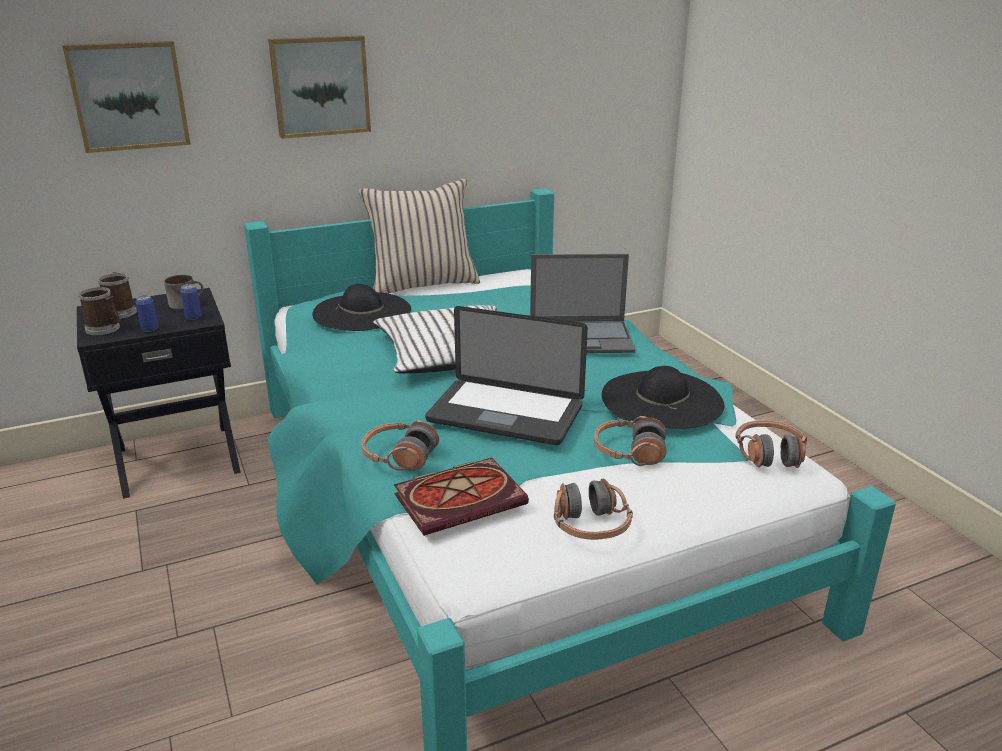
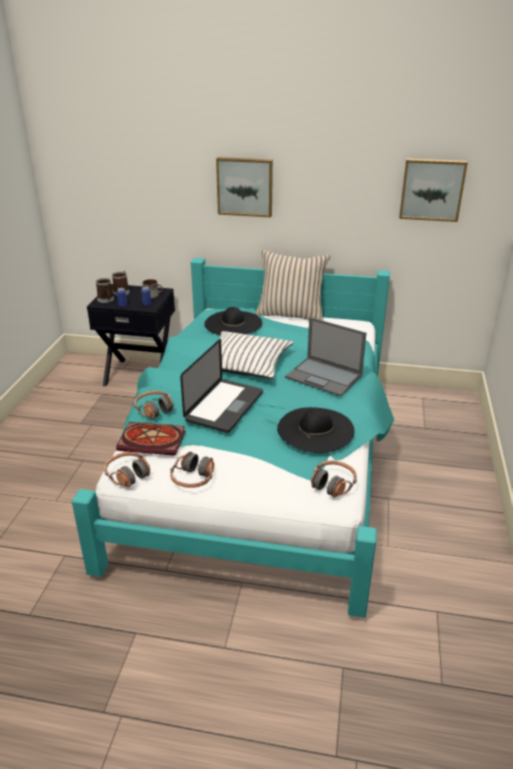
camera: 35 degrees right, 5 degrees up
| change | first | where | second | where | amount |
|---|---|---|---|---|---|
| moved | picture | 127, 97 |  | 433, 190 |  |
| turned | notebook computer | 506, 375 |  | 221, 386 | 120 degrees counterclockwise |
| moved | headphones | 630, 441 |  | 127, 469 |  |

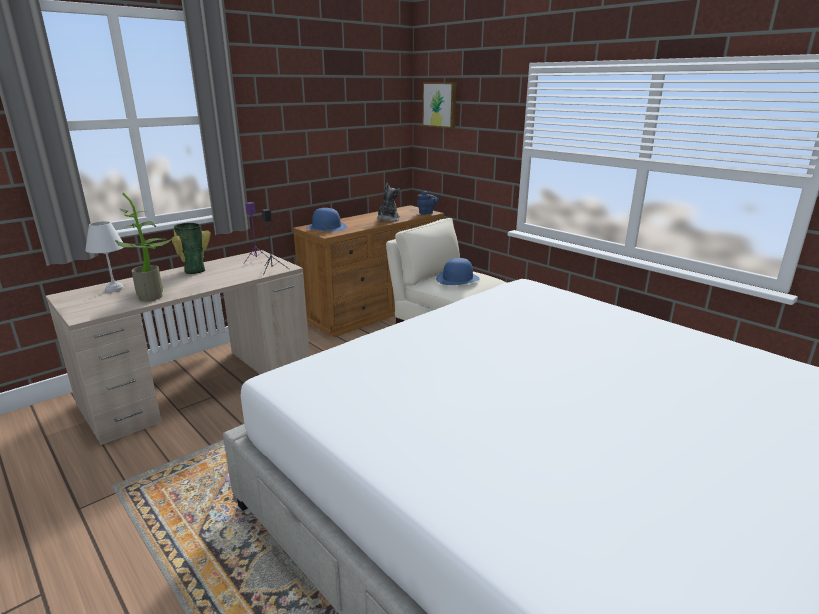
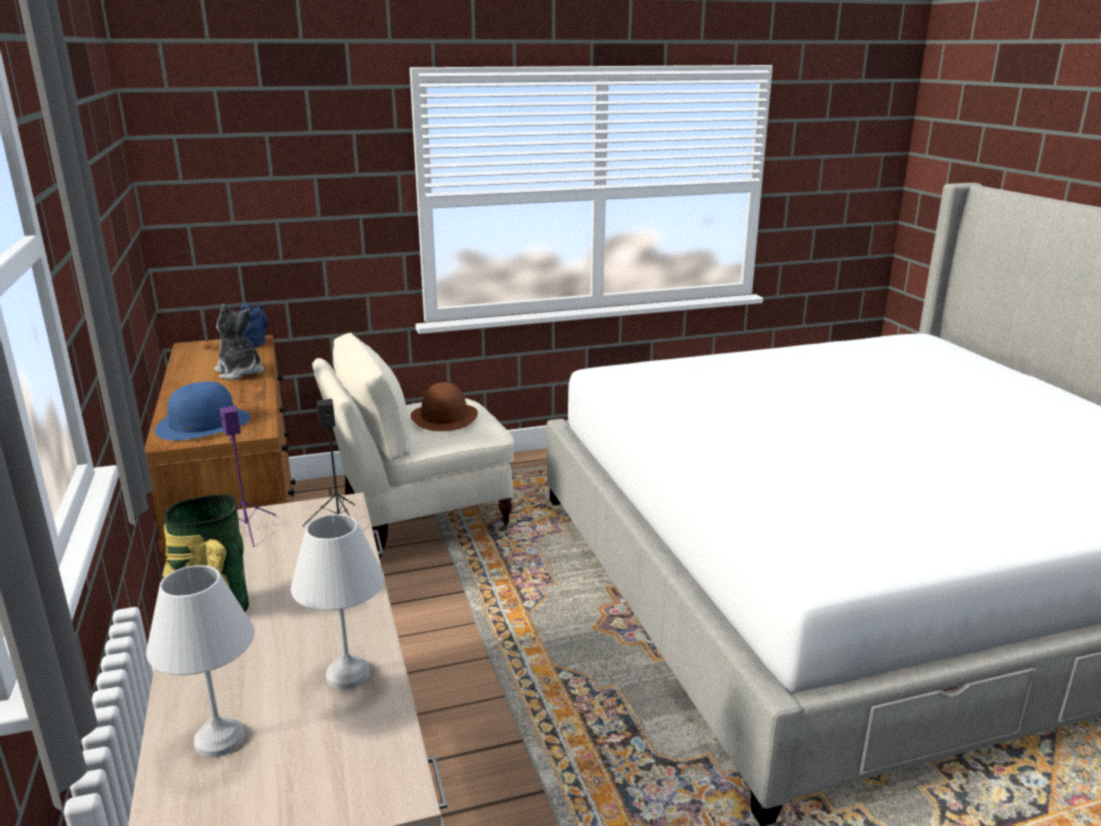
camera: 65 degrees left, 0 degrees up
| change | first | where | second | where | amount |
|---|---|---|---|---|---|
| replaced | houseplant | 145, 247 | table lamp in white | 338, 601 |  |
| removed | picture | 439, 105 |  |  |  |
| recoloured | clothing hat in bluish | 458, 271 | clothing hat in brownish | 444, 406 |  |

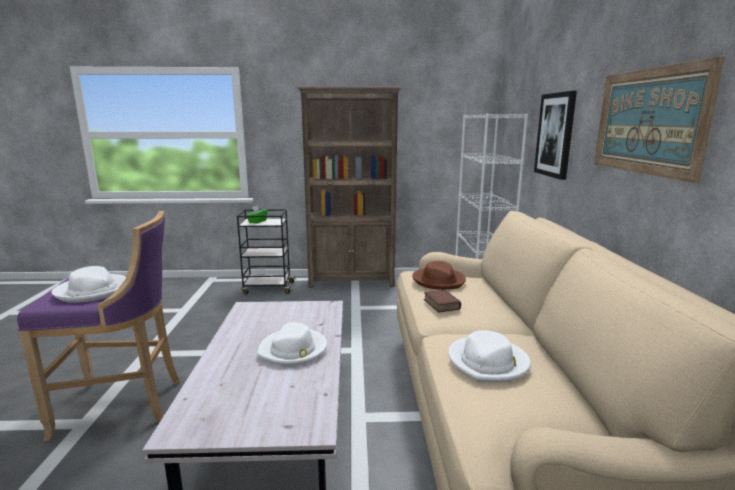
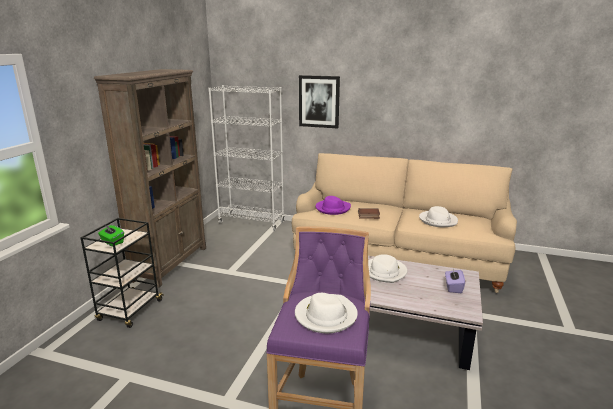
camera: 70 degrees left, 5 degrees up
| change | first | where | second | where | amount |
|---|---|---|---|---|---|
| recoloured | clothing hat in brownish | 439, 275 | clothing hat in purplish | 333, 205 |  |
| removed | picture | 659, 119 |  |  |  |
| added |  |  | tissue holder in purplish | 455, 281 |  |

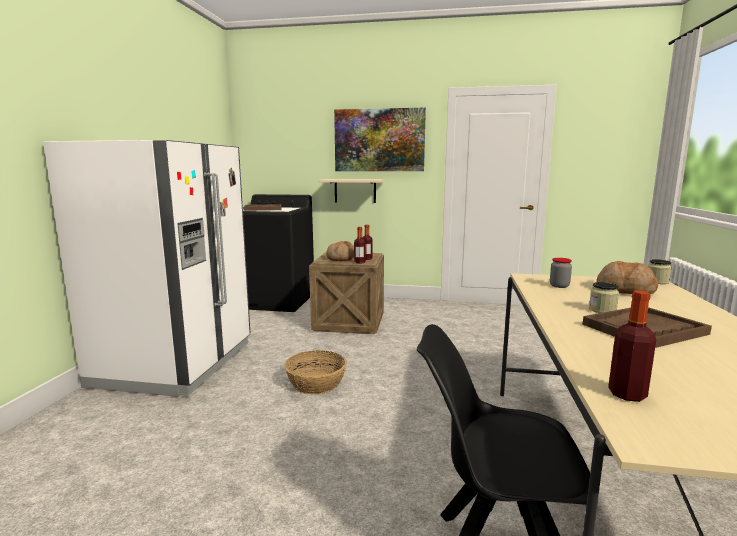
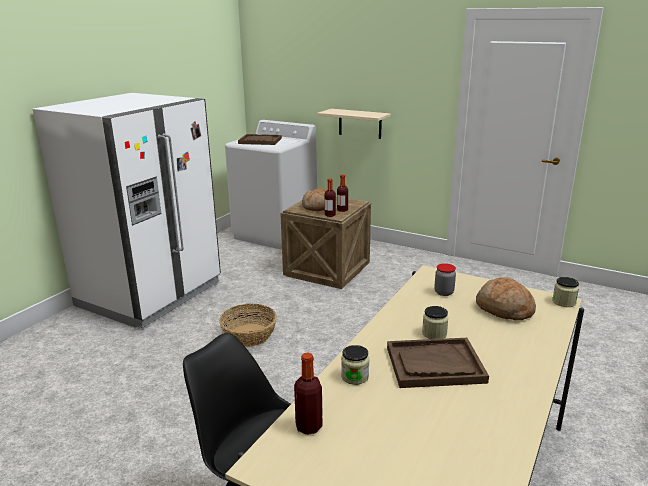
camera: 20 degrees right, 10 degrees up
| change | first | where | second | where | amount |
|---|---|---|---|---|---|
| recoloured | laundry machine in blackish | 278, 253 | laundry machine in white | 271, 185 |  |
| removed | picture | 380, 139 |  |  |  |
| added |  |  | preserve jar | 355, 365 |  |

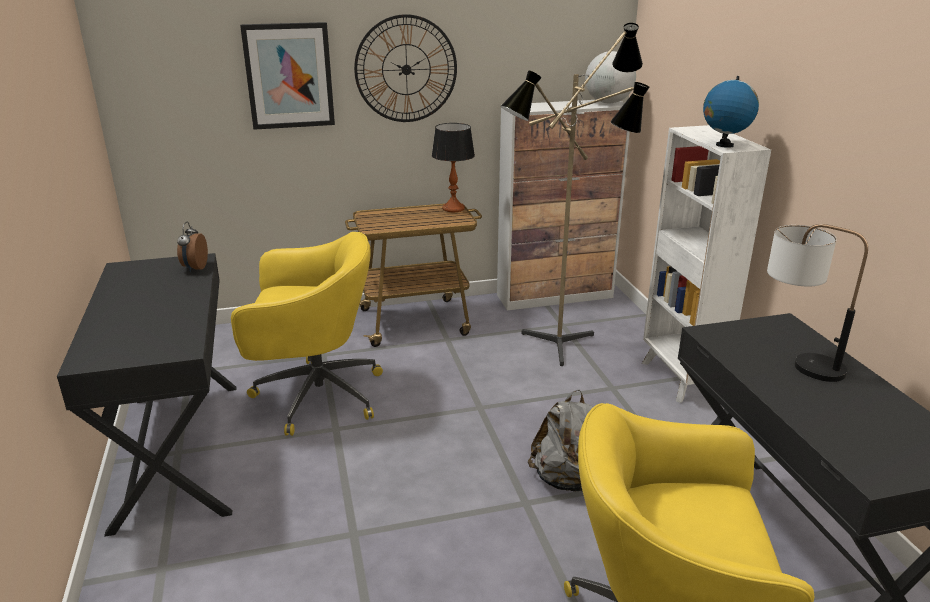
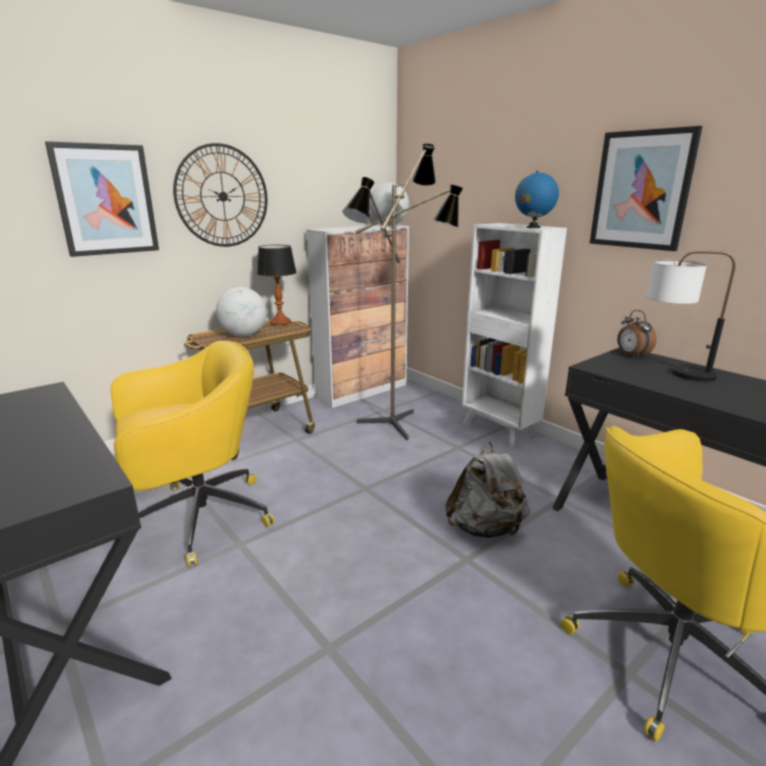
camera: 25 degrees left, 5 degrees down
| change | first | where | second | where | amount |
|---|---|---|---|---|---|
| moved | bedside clock | 192, 247 |  | 637, 334 |  |
| added |  |  | world globe | 241, 312 |  |
| added |  |  | picture | 646, 188 |  |

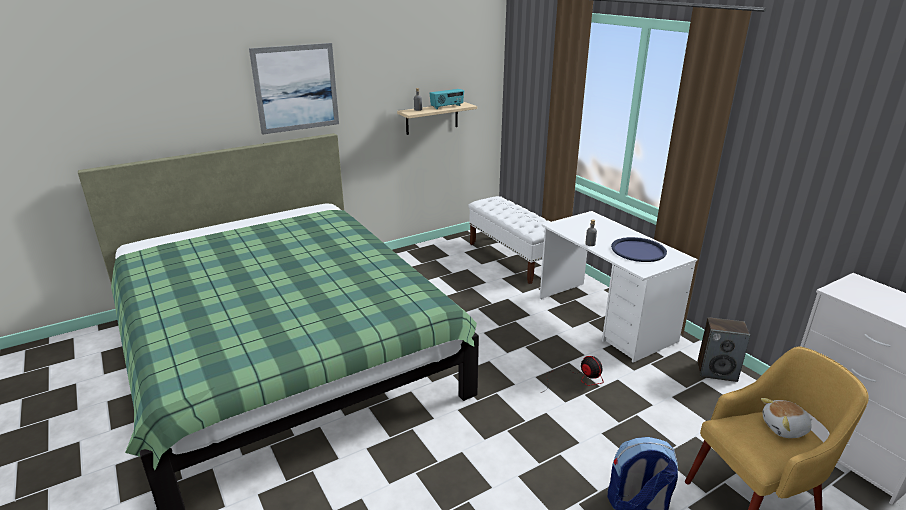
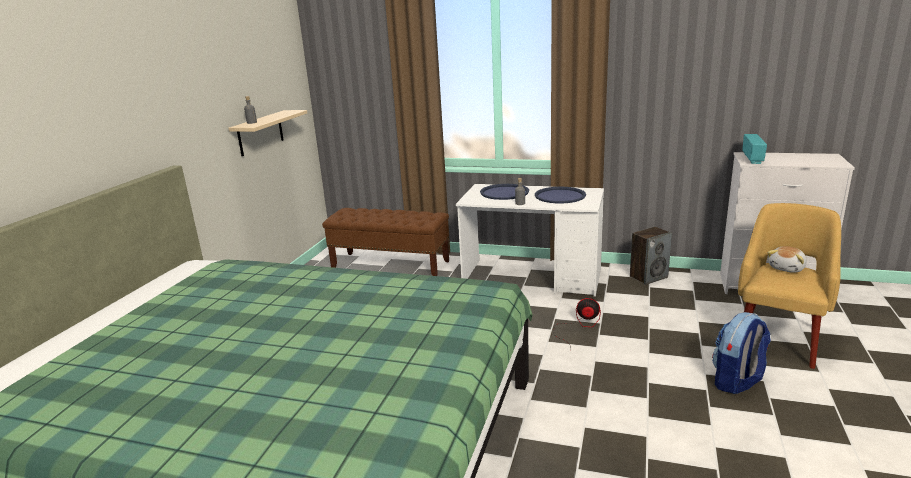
camera: 40 degrees left, 5 degrees down
| change | first | where | second | where | amount |
|---|---|---|---|---|---|
| removed | picture | 294, 89 |  |  |  |
| moved | radio receiver | 447, 99 |  | 754, 149 |  |
| recoloured | long seat in white | 509, 240 | long seat in brownish | 385, 242 |  |
| added |  |  | serving tray in bluish | 504, 192 |  |

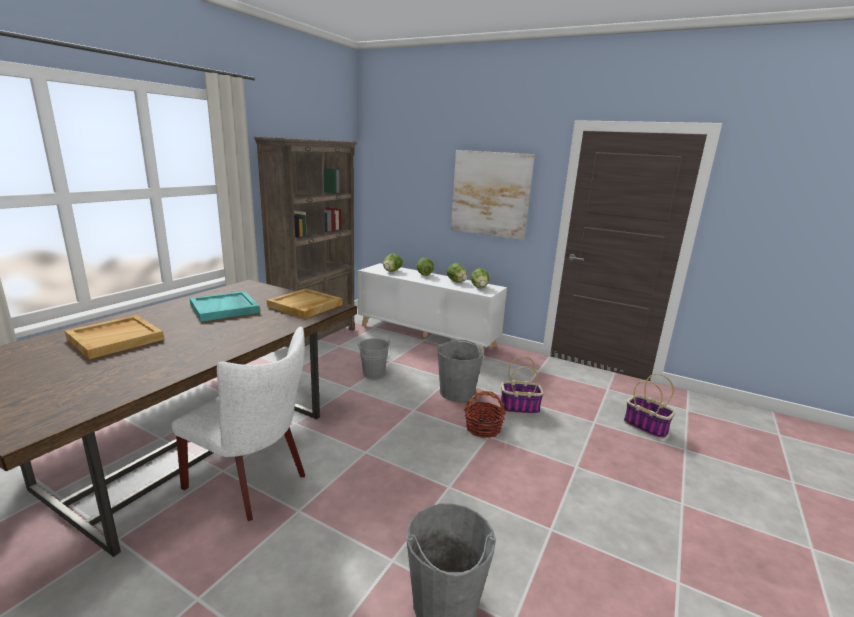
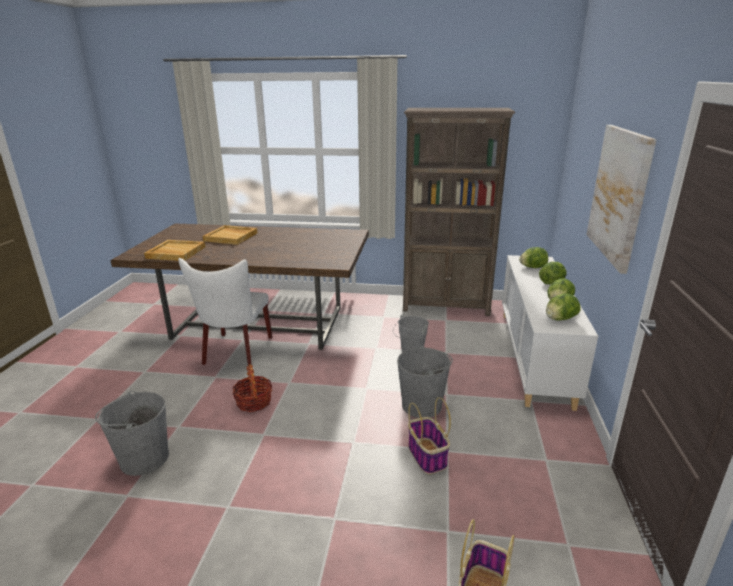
camera: 70 degrees right, 5 degrees up
| change | first | where | second | where | amount |
|---|---|---|---|---|---|
| removed | serving tray in blue-green | 225, 306 |  |  |  |
| moved | serving tray in beige | 304, 303 |  | 174, 250 |  |
| moved | storage basket | 485, 414 |  | 252, 388 |  |

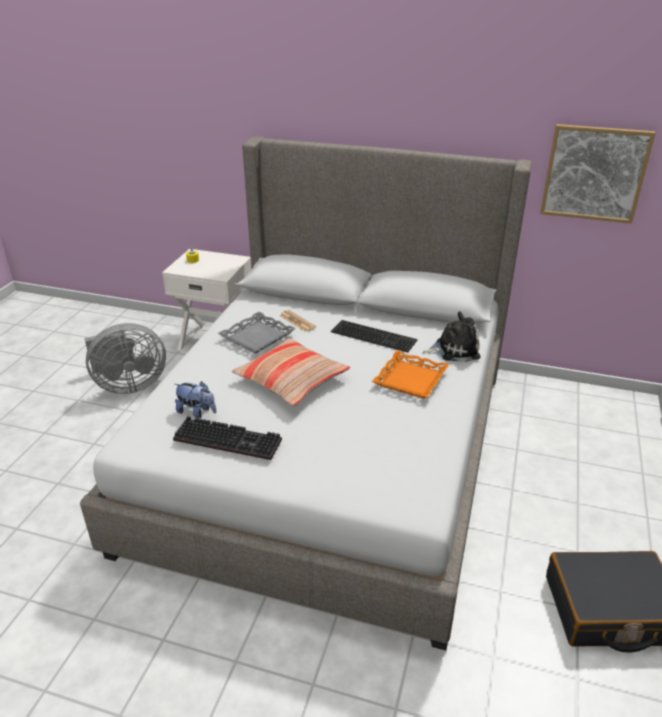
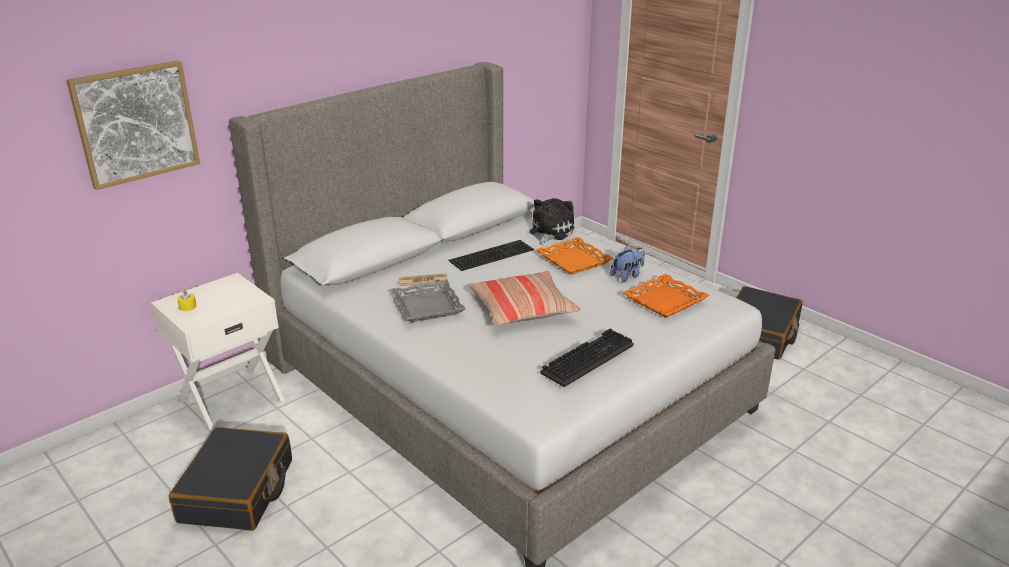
camera: 60 degrees left, 5 degrees down
| change | first | where | second | where | amount |
|---|---|---|---|---|---|
| replaced | fan in grey | 125, 358 | piece of luggage in blackish | 230, 479 |  |
| moved | cuddly toy | 195, 399 |  | 627, 264 |  |
| moved | picture | 597, 174 |  | 133, 125 |  |
| added |  |  | serving tray in orange | 666, 296 |  |

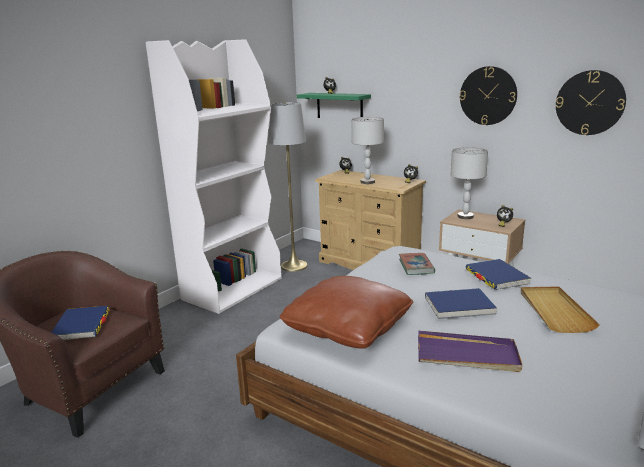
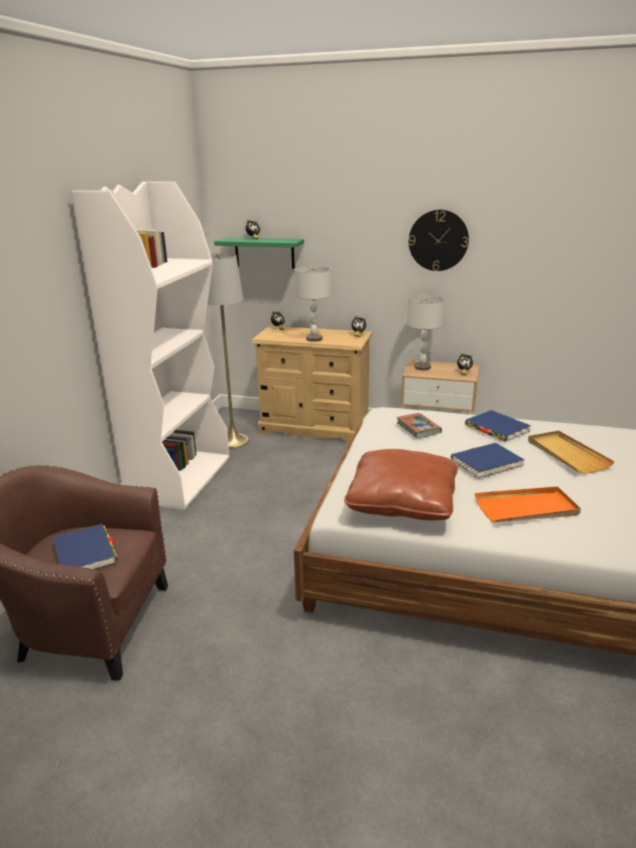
camera: 20 degrees left, 5 degrees up
| change | first | where | second | where | amount |
|---|---|---|---|---|---|
| recoloured | serving tray in purplish | 470, 351 | serving tray in orange | 528, 504 |  |
| removed | clock on the wall | 591, 102 |  |  |  |

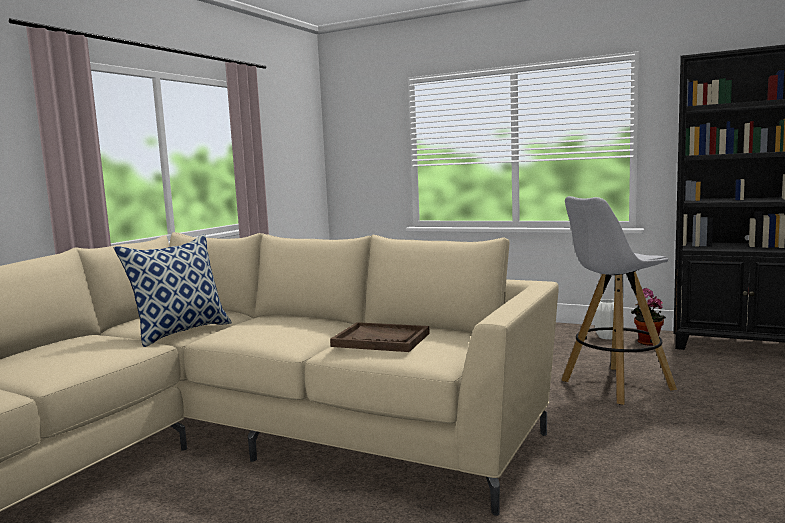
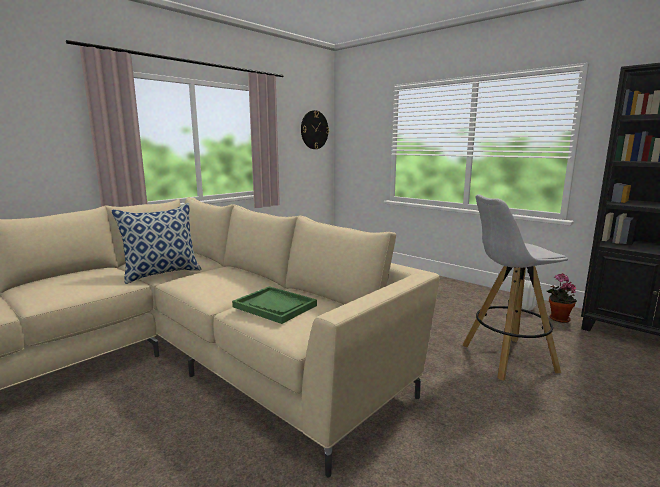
camera: 15 degrees right, 5 degrees up
| change | first | where | second | where | amount |
|---|---|---|---|---|---|
| recoloured | serving tray in brownish | 380, 337 | serving tray in green-coloured | 274, 305 |  |
| added |  |  | clock on the wall | 315, 129 |  |

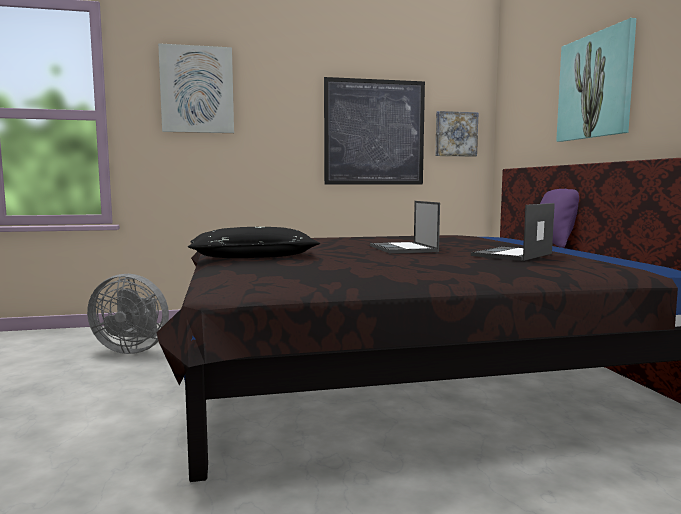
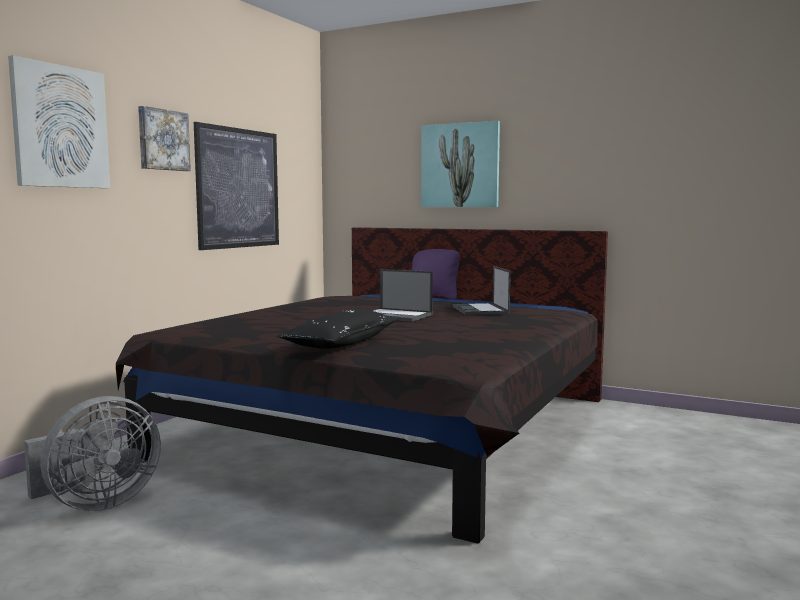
camera: 50 degrees left, 0 degrees up
| change | first | where | second | where | amount |
|---|---|---|---|---|---|
| moved | picture | 457, 134 |  | 164, 138 |  |

